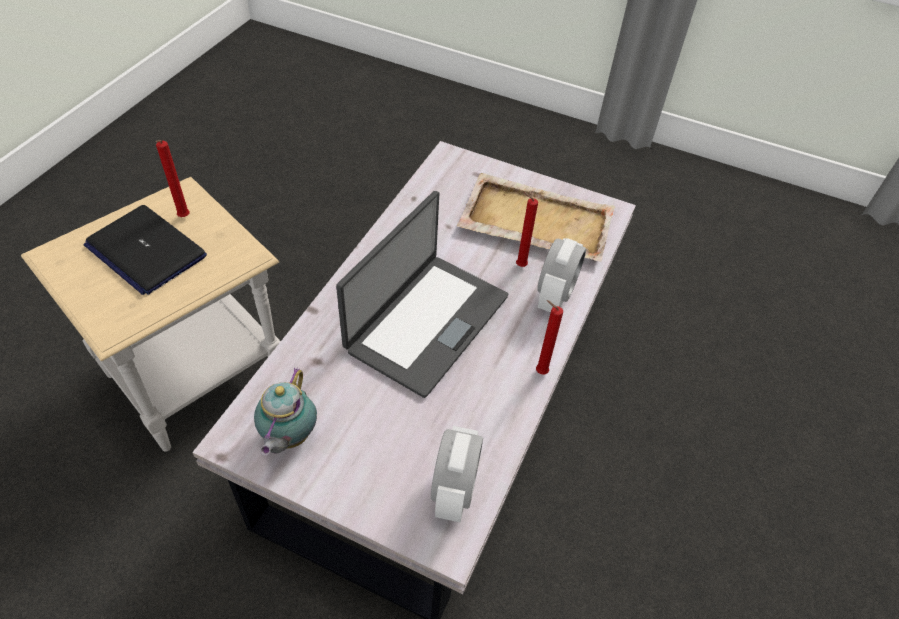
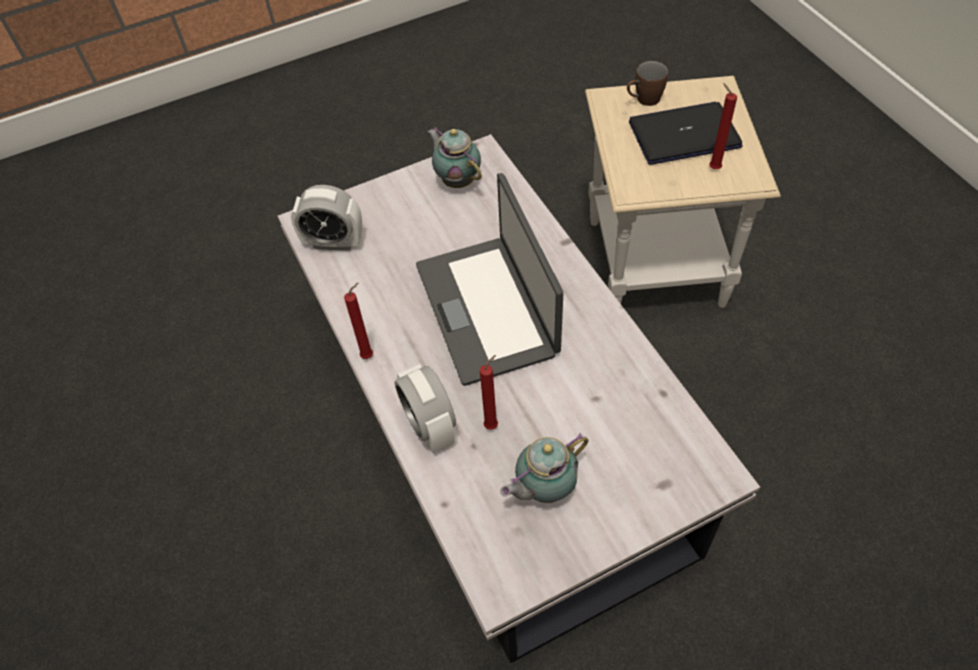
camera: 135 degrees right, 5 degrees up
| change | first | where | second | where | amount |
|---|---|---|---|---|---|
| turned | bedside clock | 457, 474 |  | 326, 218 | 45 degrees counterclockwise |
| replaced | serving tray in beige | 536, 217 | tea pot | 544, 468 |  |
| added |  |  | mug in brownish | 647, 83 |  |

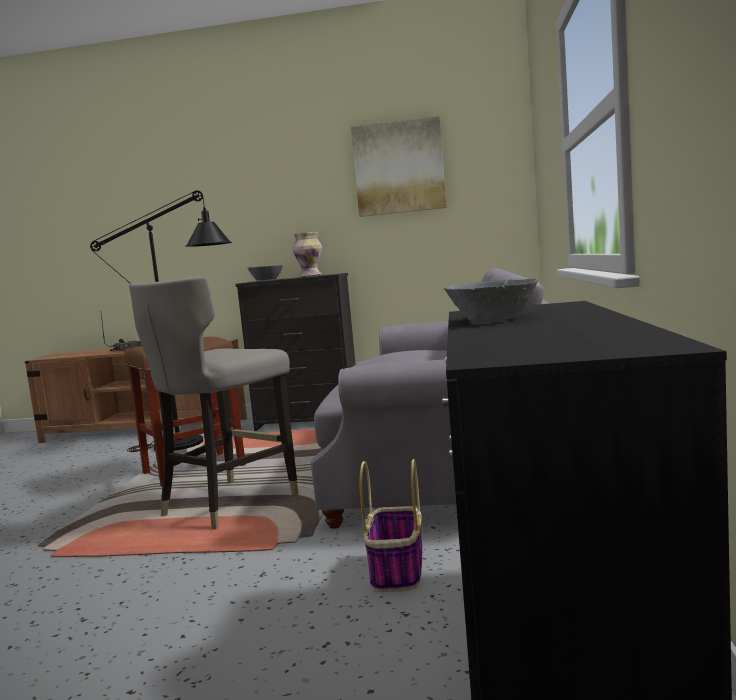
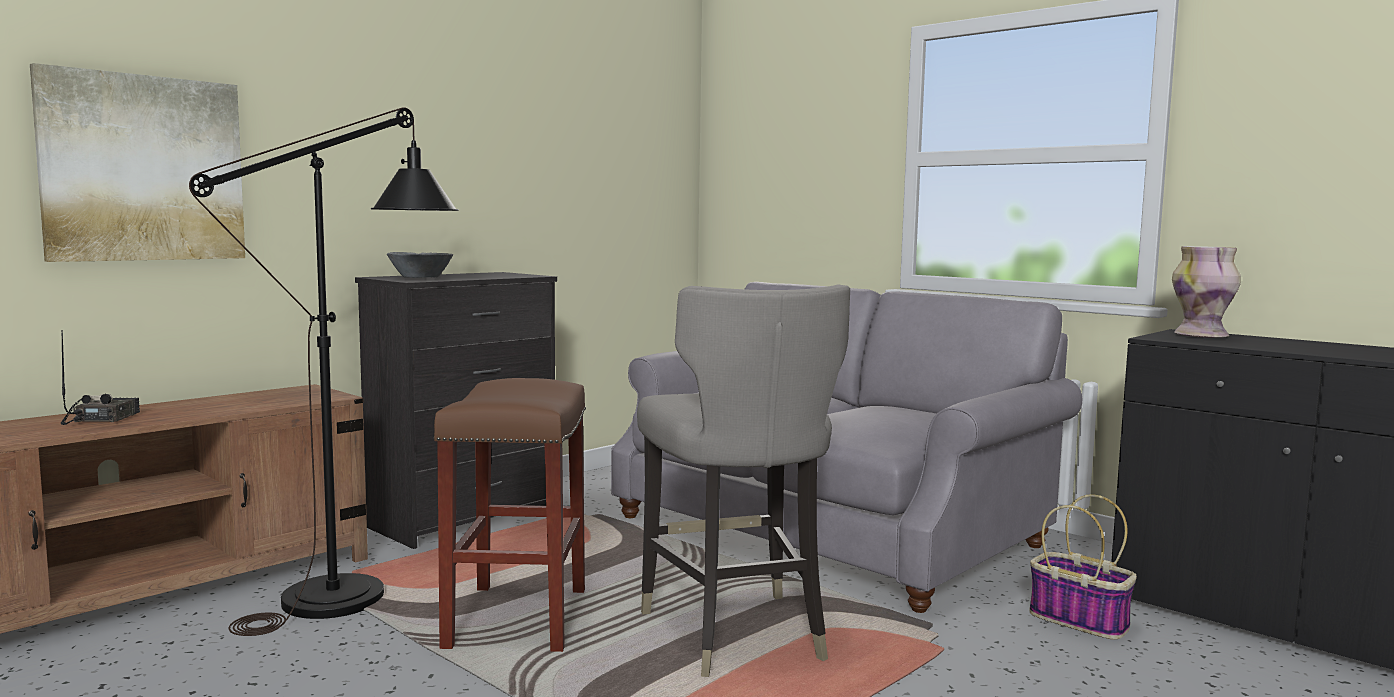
camera: 55 degrees left, 0 degrees up
| change | first | where | second | where | amount |
|---|---|---|---|---|---|
| moved | flower vase | 307, 254 |  | 1206, 292 |  |
| moved | picture | 399, 166 |  | 137, 162 |  |
| removed | serving bowl in grey | 491, 299 |  |  |  |

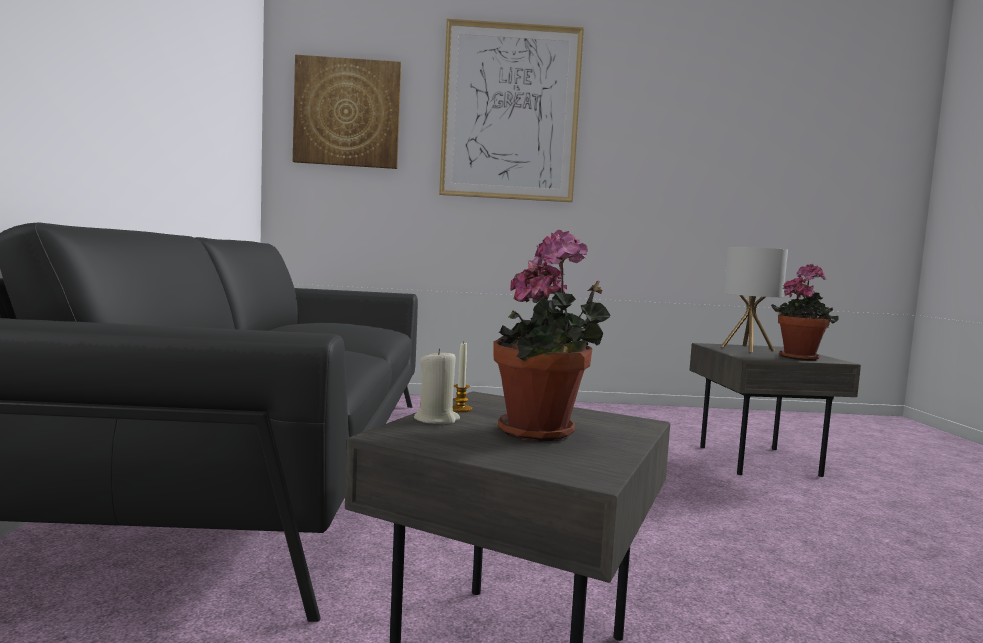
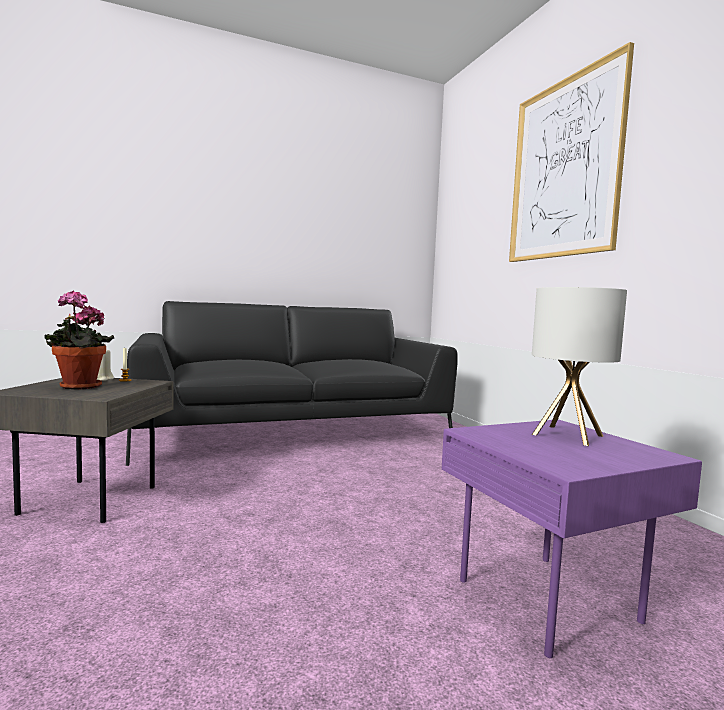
camera: 70 degrees right, 0 degrees up
| change | first | where | second | where | amount |
|---|---|---|---|---|---|
| removed | picture | 347, 112 |  |  |  |
| recoloured | side table in grey | 775, 410 | side table in purplish | 572, 538 |  |
| removed | houseplant | 805, 312 |  |  |  |

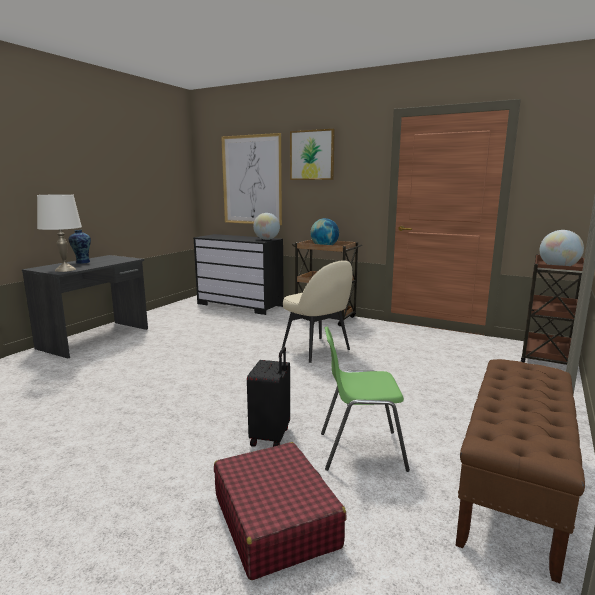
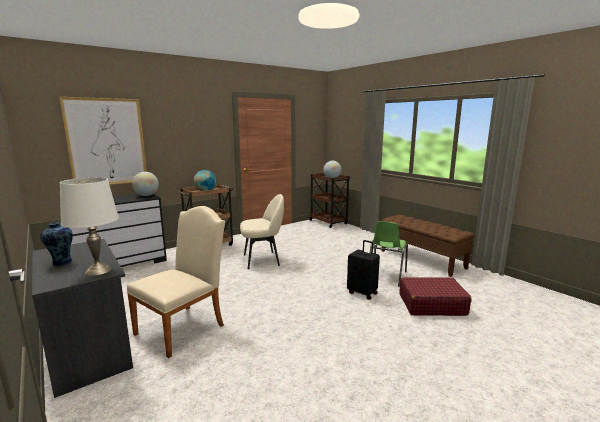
camera: 65 degrees left, 0 degrees up
| change | first | where | second | where | amount |
|---|---|---|---|---|---|
| removed | picture | 312, 154 |  |  |  |
| added |  |  | chair in beige | 176, 282 |  |

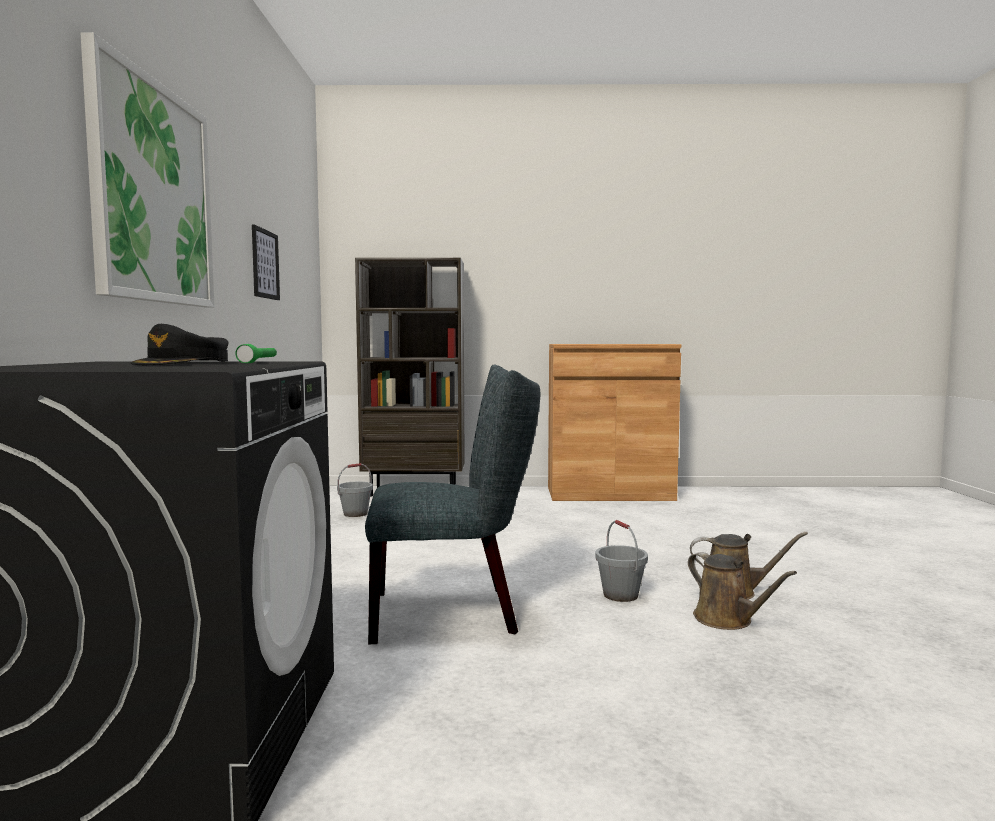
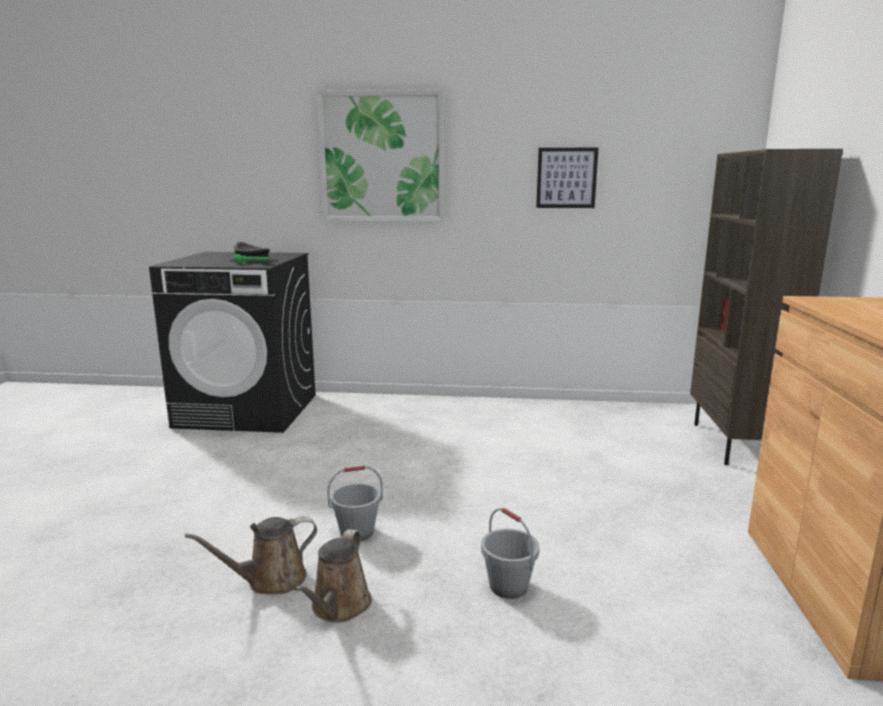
camera: 95 degrees right, 10 degrees up
| change | first | where | second | where | amount |
|---|---|---|---|---|---|
| moved | bucket in grey | 355, 490 |  | 510, 553 |  |
| removed | chair in grey | 452, 504 |  |  |  |

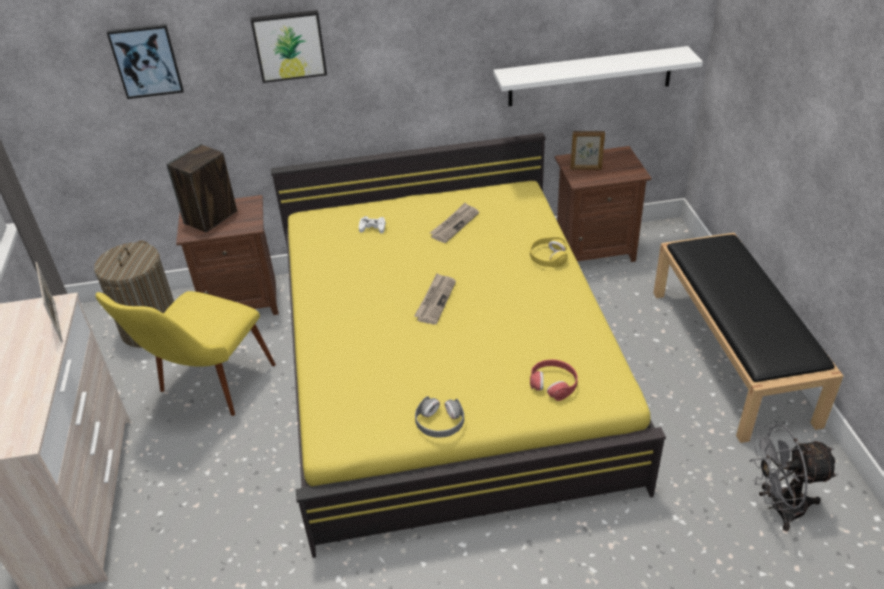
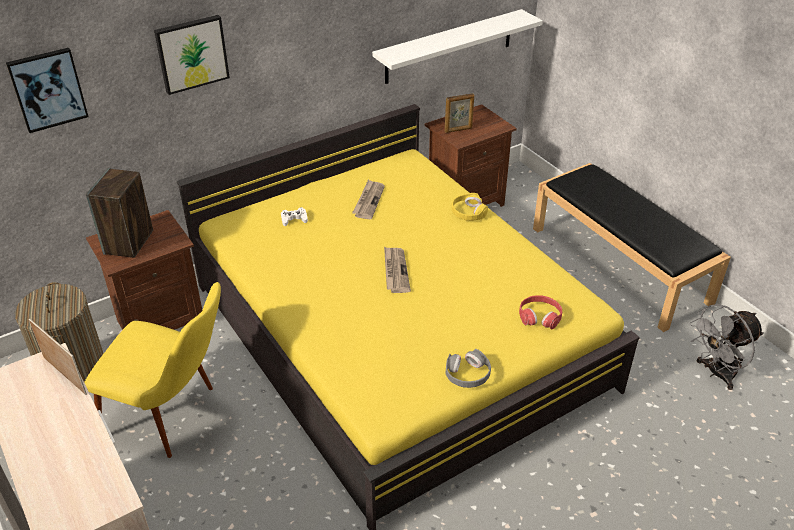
camera: 25 degrees left, 0 degrees up
| change | first | where | second | where | amount |
|---|---|---|---|---|---|
| turned | chair in yellow | 185, 353 |  | 152, 370 | 75 degrees counterclockwise |

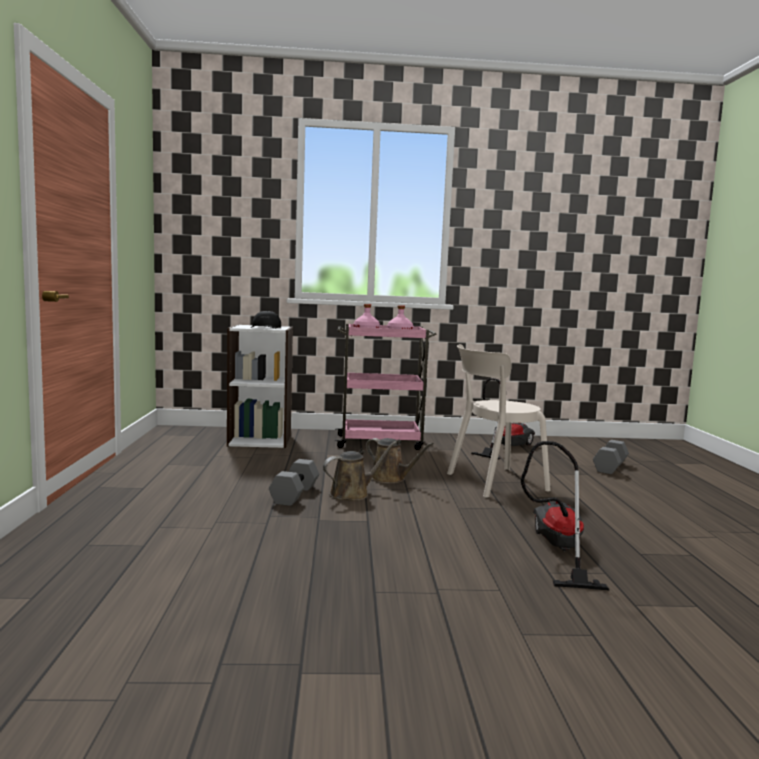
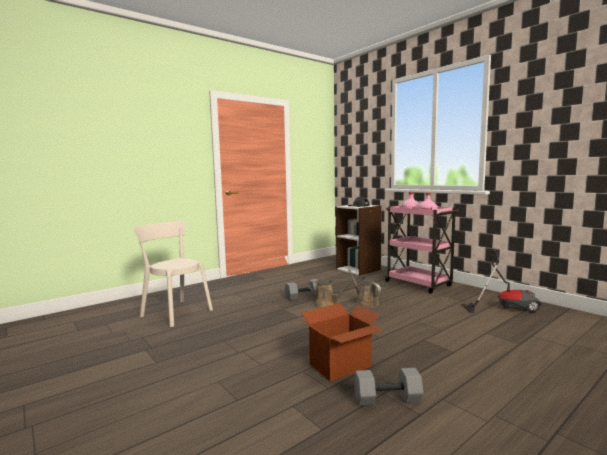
camera: 55 degrees right, 0 degrees up
| change | first | where | second | where | amount |
|---|---|---|---|---|---|
| turned | watering can in brownish | 400, 461 |  | 364, 289 | 150 degrees clockwise |
| moved | chair in beige | 499, 421 |  | 173, 274 |  |
| replaced | vacuum | 565, 516 | cardboard box | 341, 342 |  |
| moved | hand weight in grey | 611, 457 |  | 389, 387 |  |

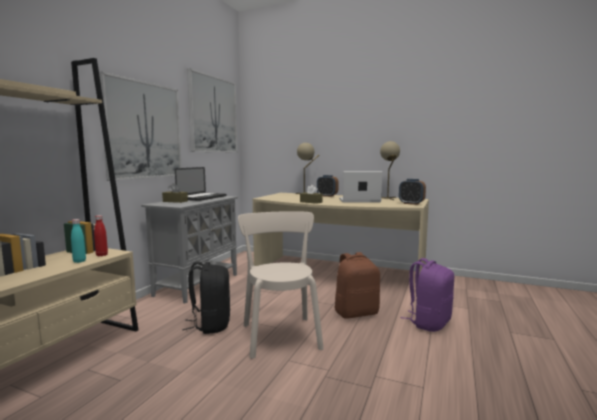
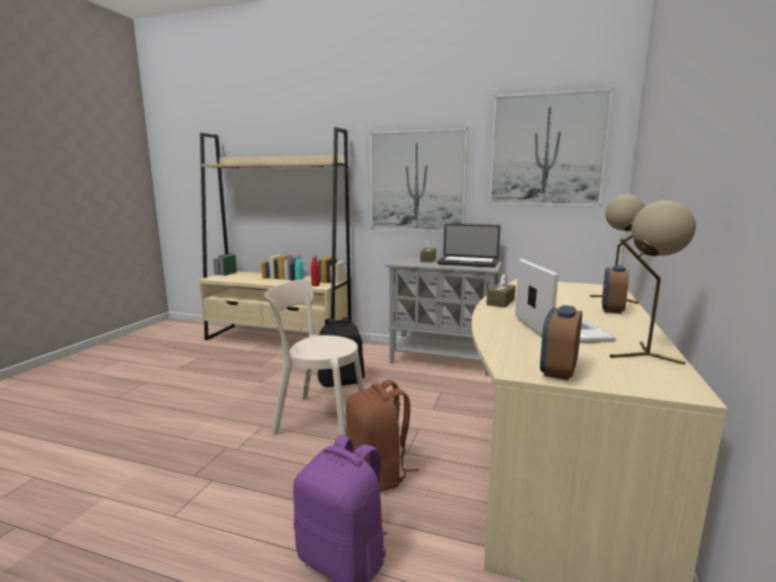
camera: 85 degrees right, 5 degrees up
| change | first | where | second | where | amount |
|---|---|---|---|---|---|
| turned | chair in beige | 281, 285 |  | 314, 357 | 150 degrees counterclockwise |

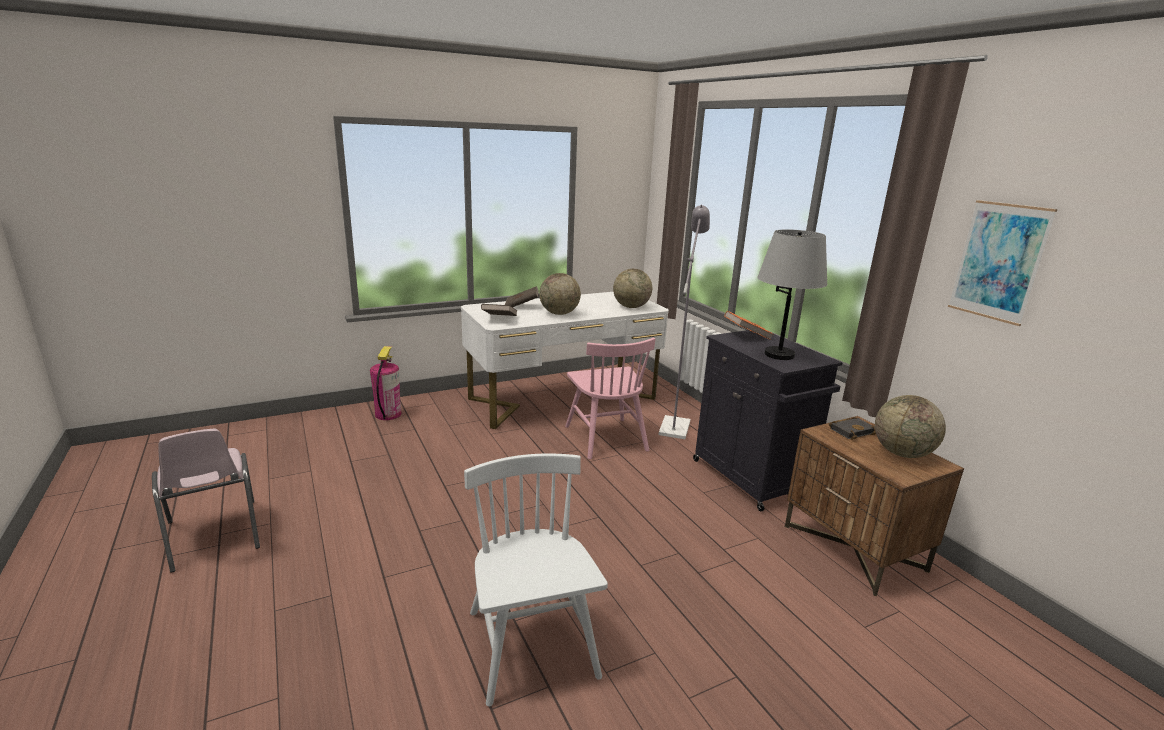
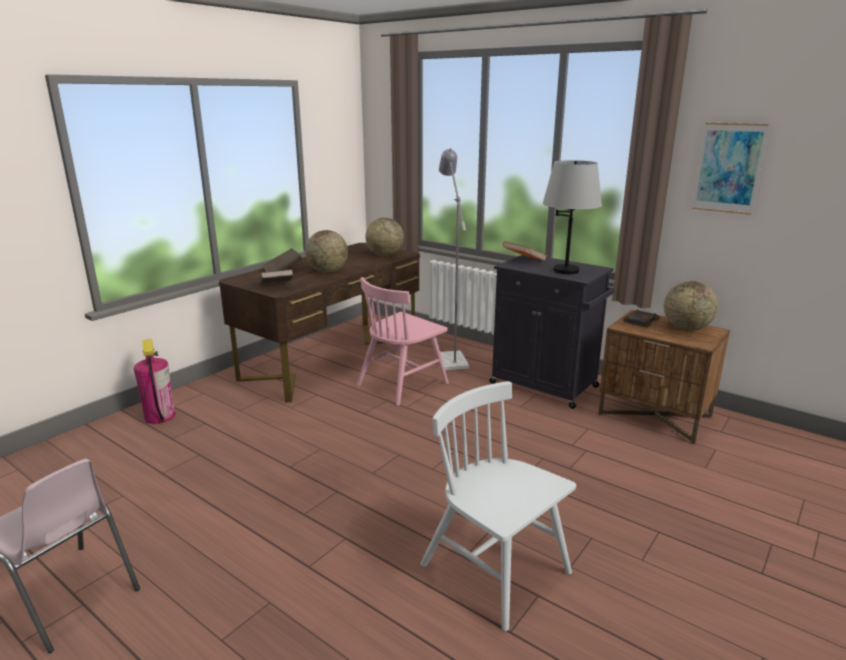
camera: 25 degrees left, 0 degrees up
| change | first | where | second | where | amount |
|---|---|---|---|---|---|
| recoloured | desk in white | 565, 360 | desk in brownish | 319, 323 |  |
| turned | chair in pink | 610, 398 |  | 403, 341 | 90 degrees clockwise |

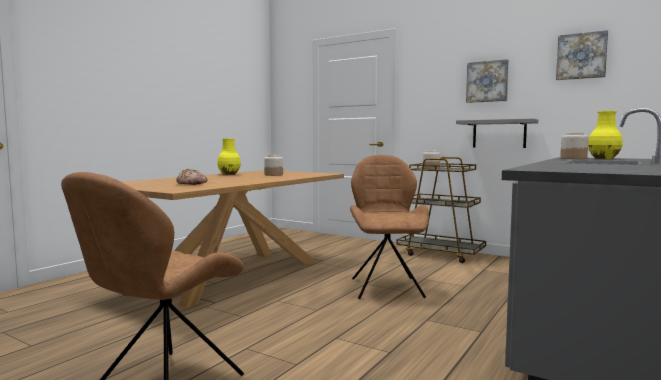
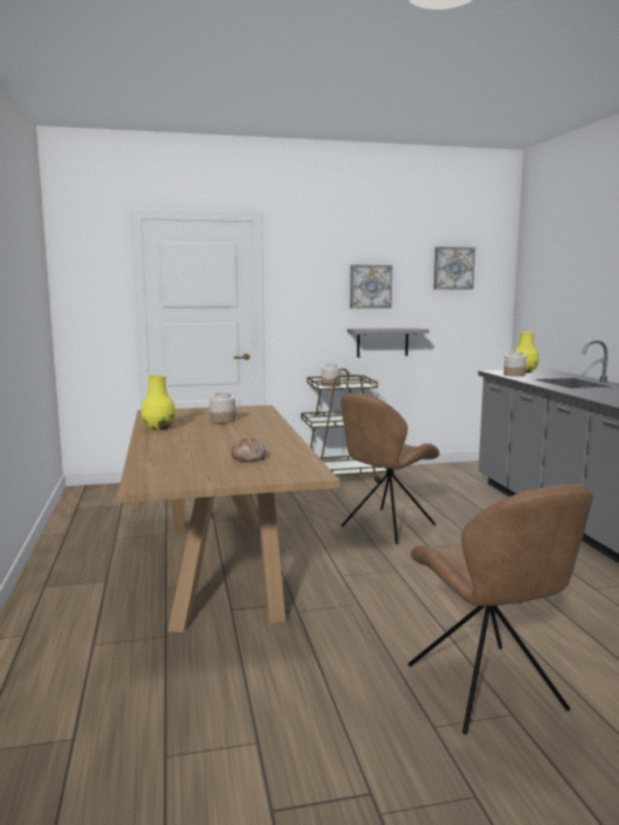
camera: 45 degrees left, 5 degrees up
| change | first | where | second | where | amount |
|---|---|---|---|---|---|
| turned | chair in brownish | 389, 227 |  | 390, 468 | 90 degrees counterclockwise |

